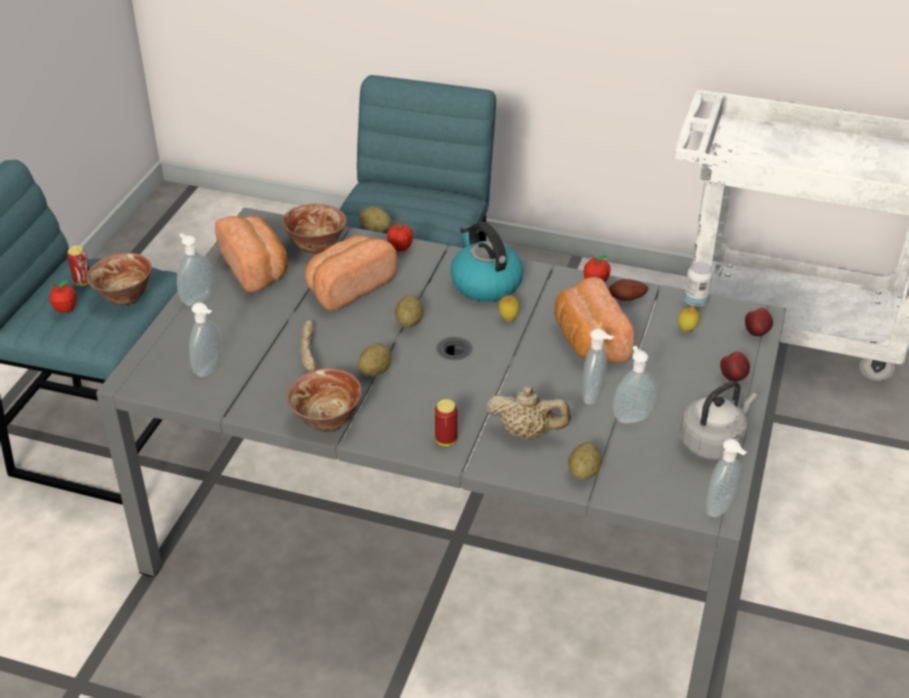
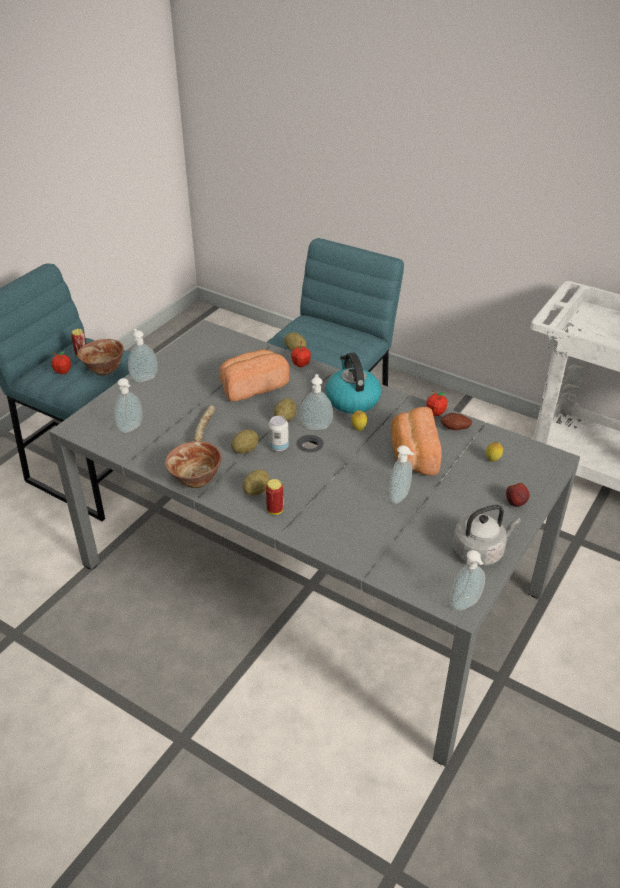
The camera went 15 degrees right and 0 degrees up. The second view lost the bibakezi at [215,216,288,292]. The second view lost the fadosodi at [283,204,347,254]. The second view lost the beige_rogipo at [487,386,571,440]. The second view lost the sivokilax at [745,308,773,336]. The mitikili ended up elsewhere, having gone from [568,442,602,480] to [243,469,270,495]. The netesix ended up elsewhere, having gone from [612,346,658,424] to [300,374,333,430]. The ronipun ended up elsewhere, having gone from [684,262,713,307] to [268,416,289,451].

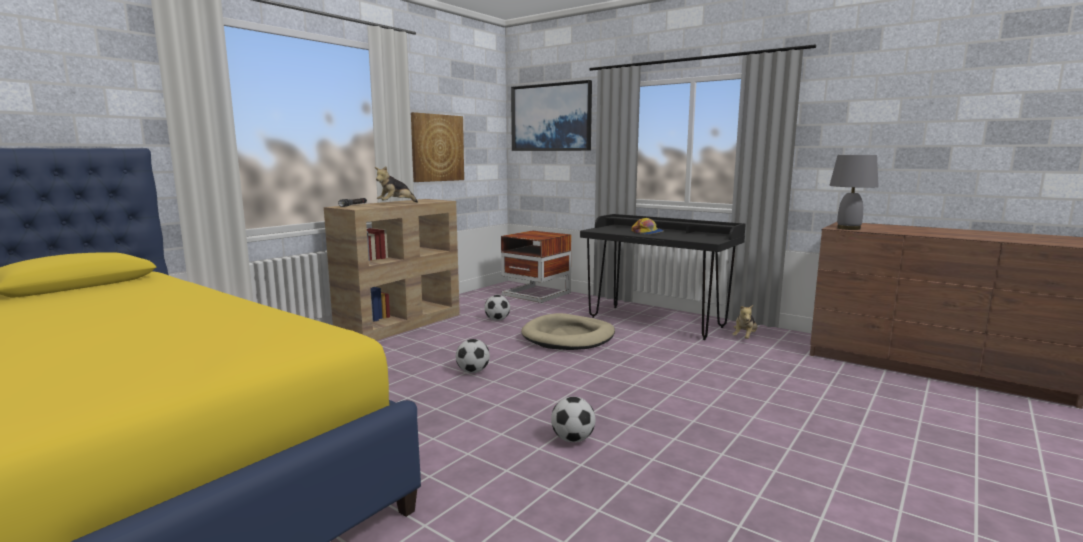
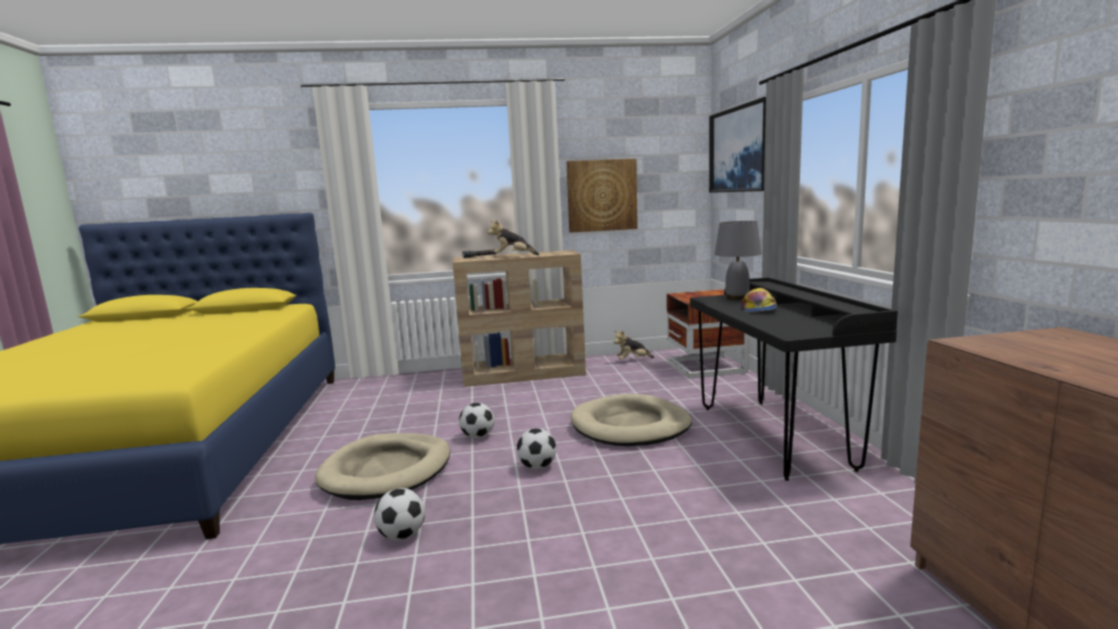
The camera went 45 degrees right and 0 degrees up. The second view gained the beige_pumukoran at [315,433,450,500]. The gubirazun ended up elsewhere, having gone from [484,295,510,321] to [517,428,556,469]. The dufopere ended up elsewhere, having gone from [732,305,757,339] to [614,331,654,360]. The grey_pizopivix ended up elsewhere, having gone from [829,155,879,230] to [715,221,762,300].

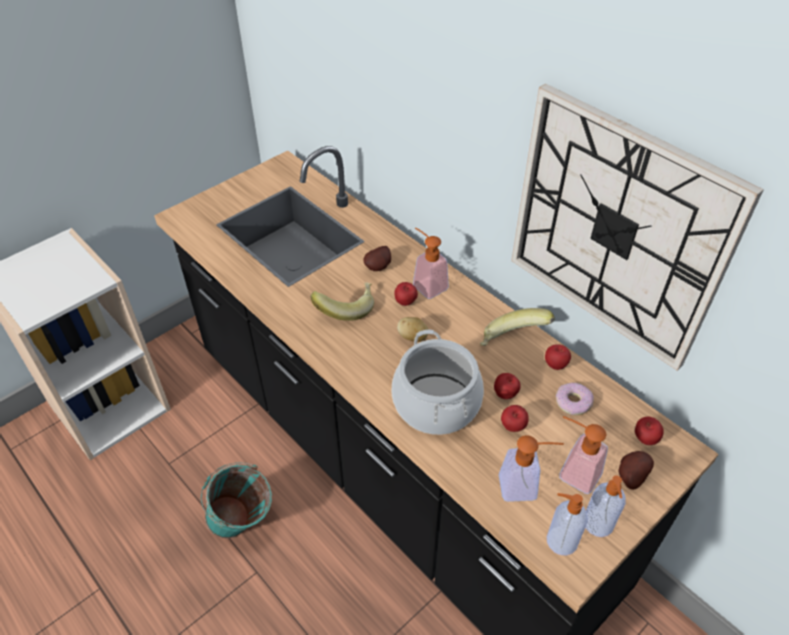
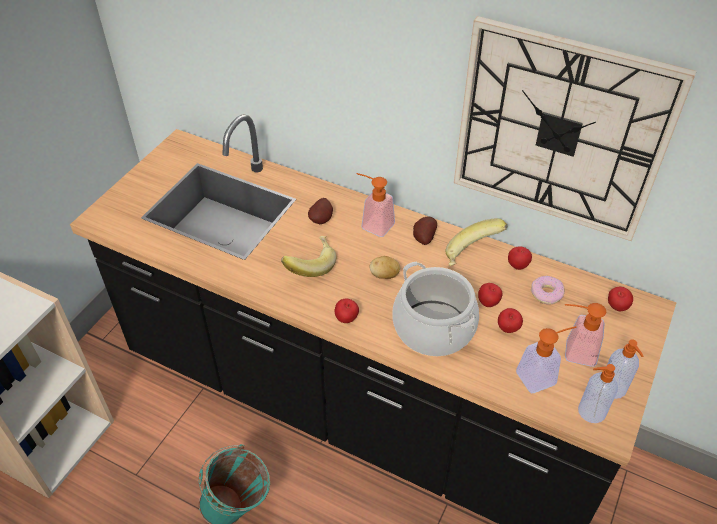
The camera went 20 degrees left and 0 degrees up. The sivokilax ended up elsewhere, having gone from [394,282,418,306] to [335,299,359,323]. The mitikili ended up elsewhere, having gone from [618,451,654,490] to [413,217,437,245].

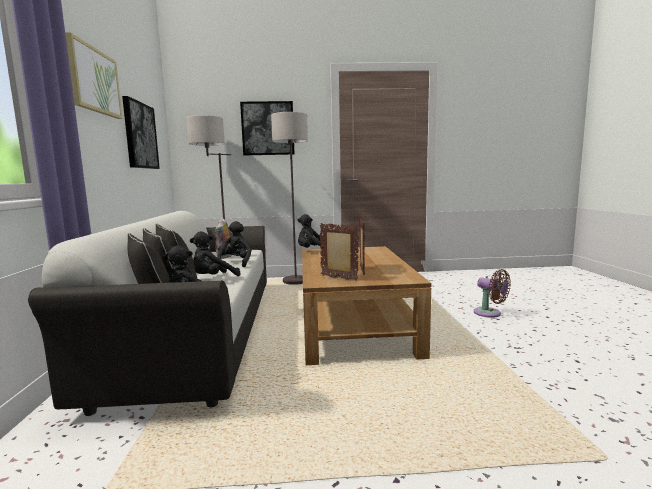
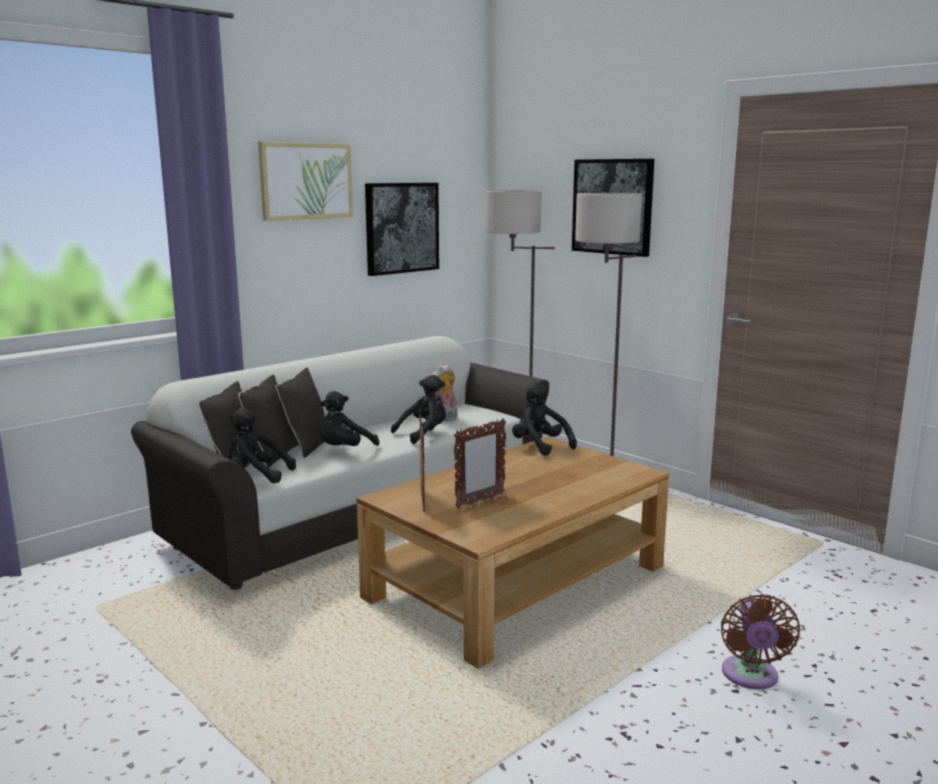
The camera went 50 degrees right and 5 degrees up. The black_dufopere at [190,231,241,276] ended up facing another way, 60 degrees counterclockwise from before.

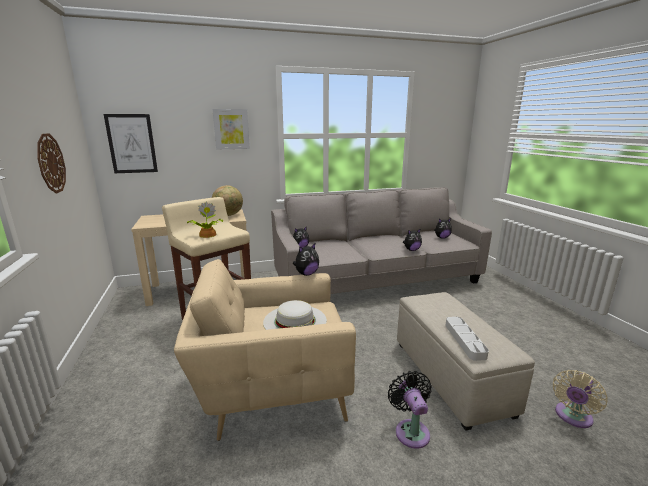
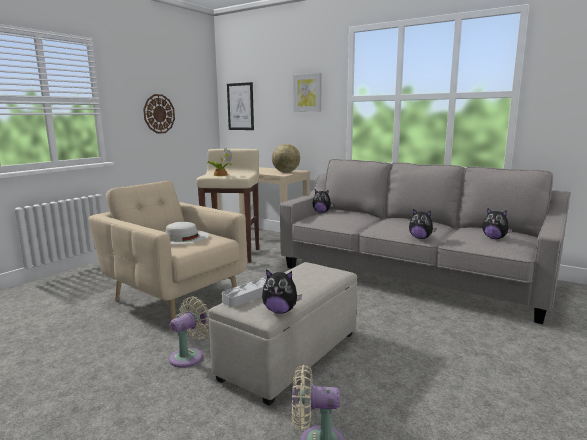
The camera went 50 degrees right and 5 degrees down. The dufopere ended up elsewhere, having gone from [293,243,319,276] to [262,269,302,314]. What was the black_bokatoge at [388,371,432,449] turned into the beige_bokatoge at [169,296,210,368].

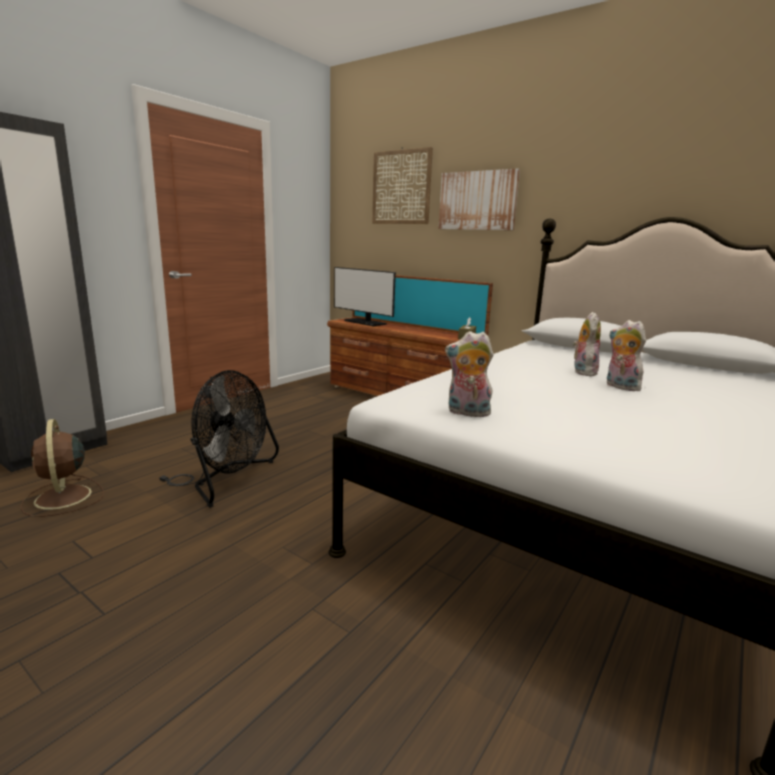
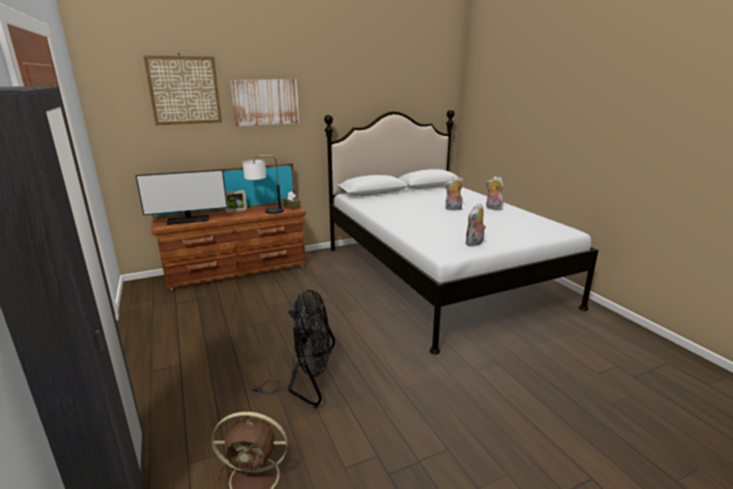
The camera went 60 degrees left and 5 degrees up. The second view gained the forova at [225,190,247,213]. The second view gained the pizopivix at [243,155,284,214]. The dufopere ended up elsewhere, having gone from [573,312,601,376] to [486,176,503,211]. The black_bokatoge at [160,370,279,508] ended up facing another way, 45 degrees clockwise from before.

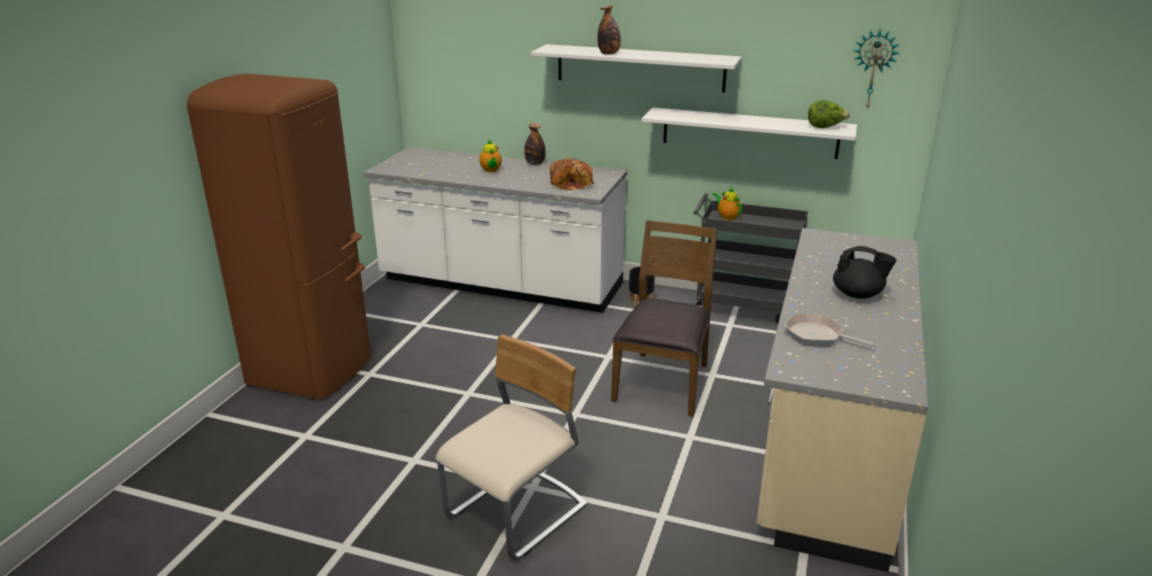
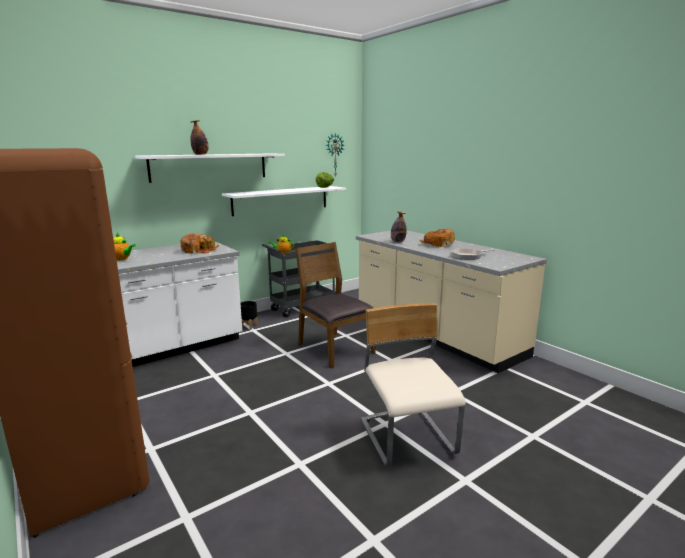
The camera went 55 degrees left and 10 degrees down. The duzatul ended up elsewhere, having gone from [524,123,545,165] to [391,211,407,242]. Where the black_rogipo stood at [833,246,897,299], the bibakezi came to stand at [420,229,455,247].

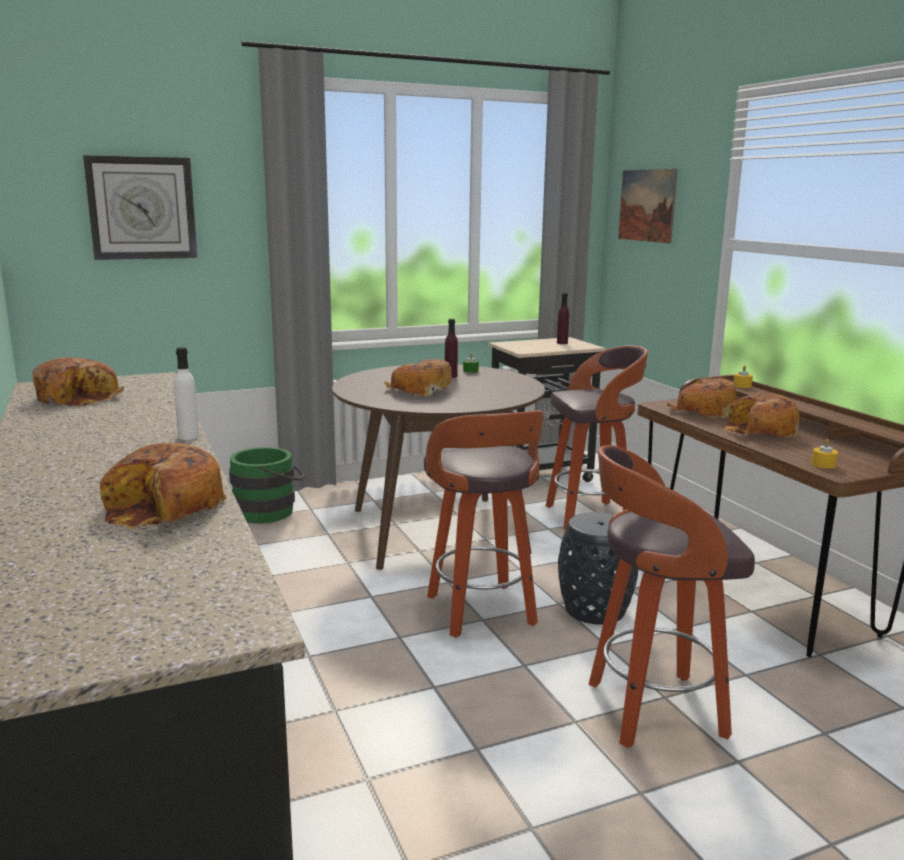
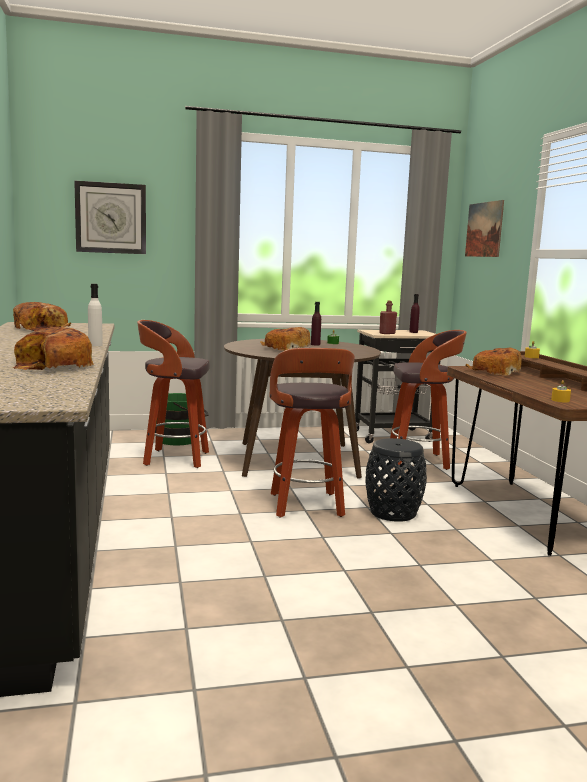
The camera went 10 degrees right and 5 degrees down. The second view lost the bibakezi at [722,393,799,438]. The second view gained the red_duzatul at [379,301,397,334]. The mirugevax ended up elsewhere, having gone from [588,445,755,748] to [137,320,210,468].

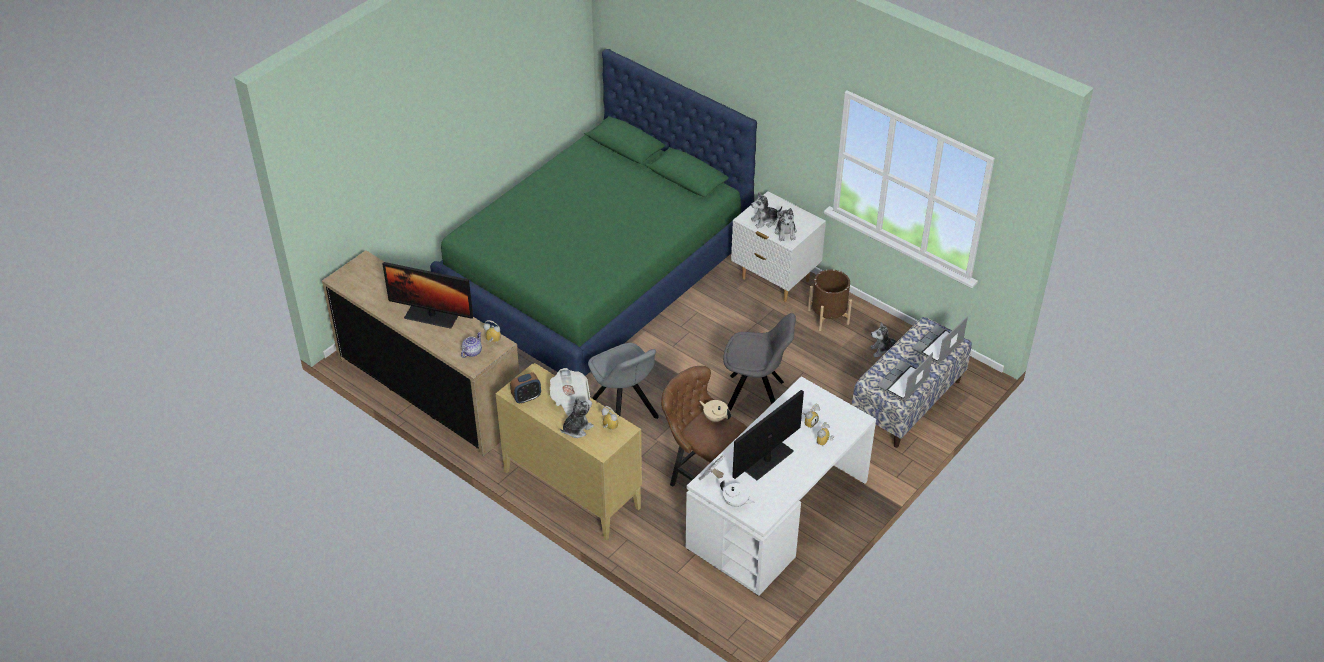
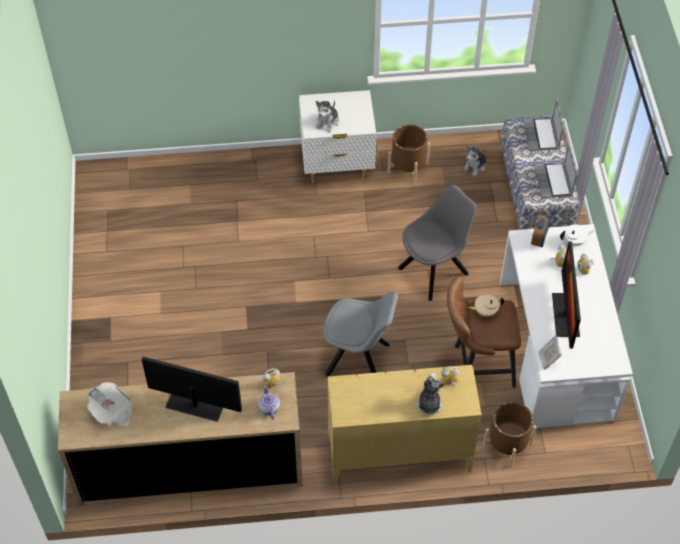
The camera went 45 degrees left and 10 degrees up. The second view lost the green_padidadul at [430,49,757,376]. The second view lost the dufopere at [775,208,797,241]. The second view gained the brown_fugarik at [483,402,537,468]. The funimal ended up elsewhere, having gone from [510,372,541,404] to [531,216,550,247]. The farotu ended up elsewhere, having gone from [550,368,590,416] to [87,382,133,427]. The white_rogipo ended up elsewhere, having gone from [720,481,754,507] to [560,224,594,246]. The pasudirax at [382,262,473,329] ended up facing another way, 135 degrees counterclockwise from before.

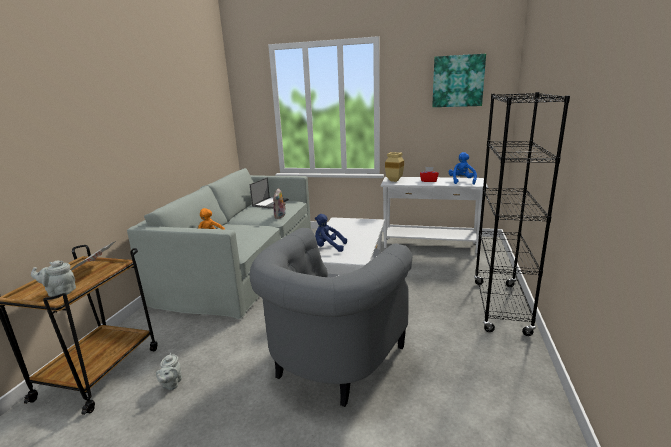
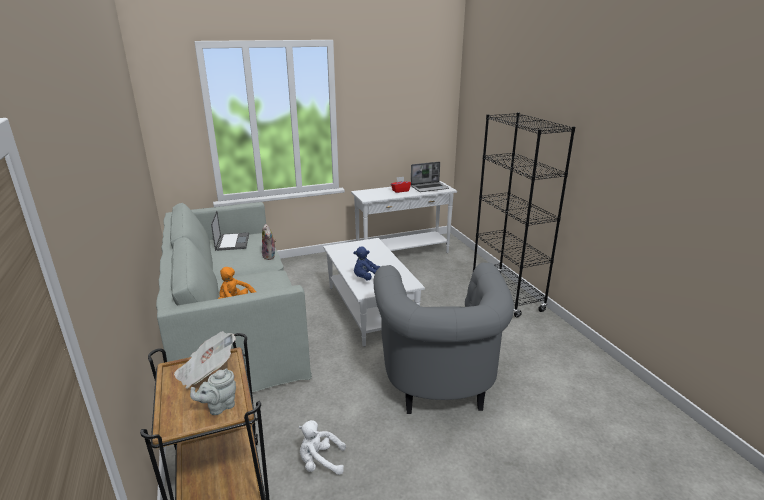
The camera went 35 degrees left and 5 degrees up. The second view lost the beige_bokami at [385,152,404,182]. The second view lost the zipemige at [432,54,486,107]. Where the grey_rogipo stood at [156,353,182,390], the white_dufopere came to stand at [299,420,346,475]. Where the blue_dufopere stood at [449,152,477,185], the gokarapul came to stand at [411,162,449,192].

